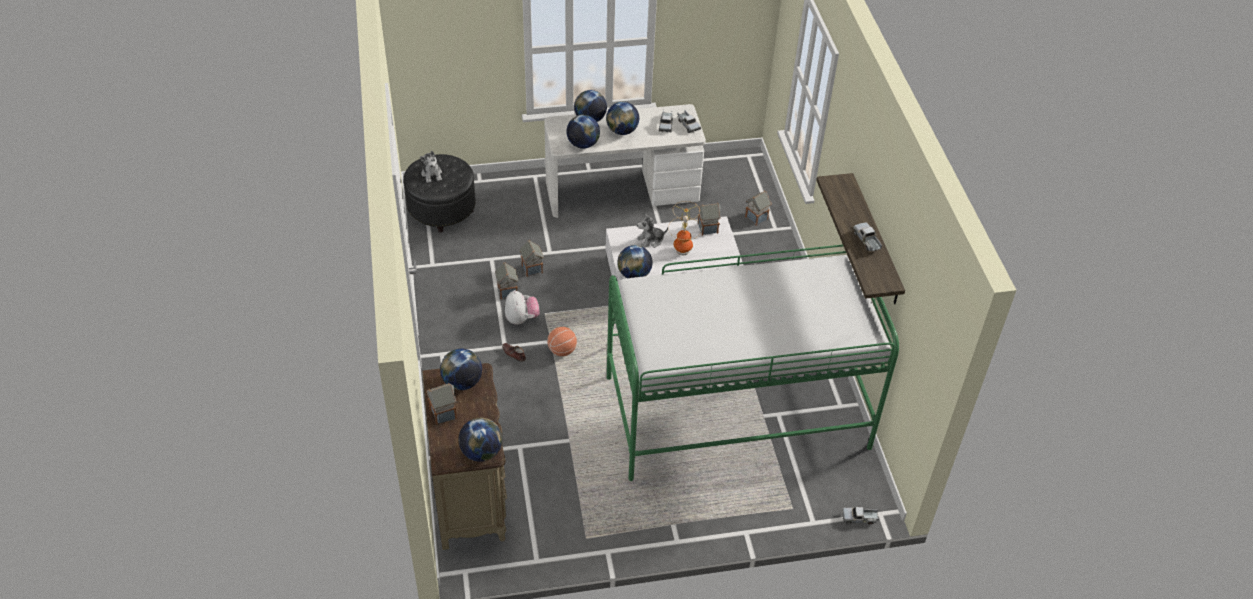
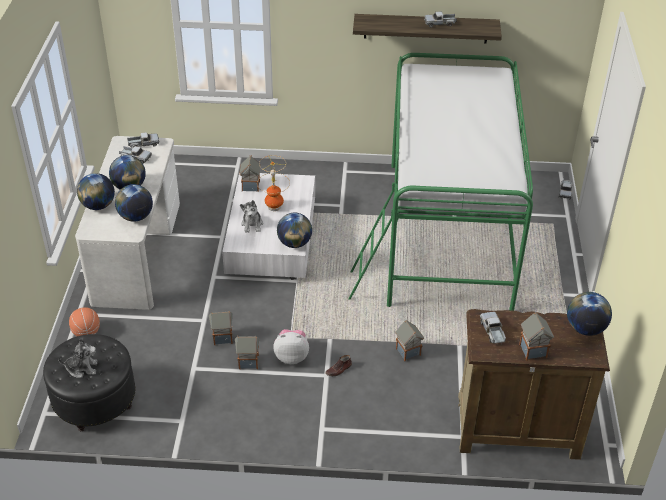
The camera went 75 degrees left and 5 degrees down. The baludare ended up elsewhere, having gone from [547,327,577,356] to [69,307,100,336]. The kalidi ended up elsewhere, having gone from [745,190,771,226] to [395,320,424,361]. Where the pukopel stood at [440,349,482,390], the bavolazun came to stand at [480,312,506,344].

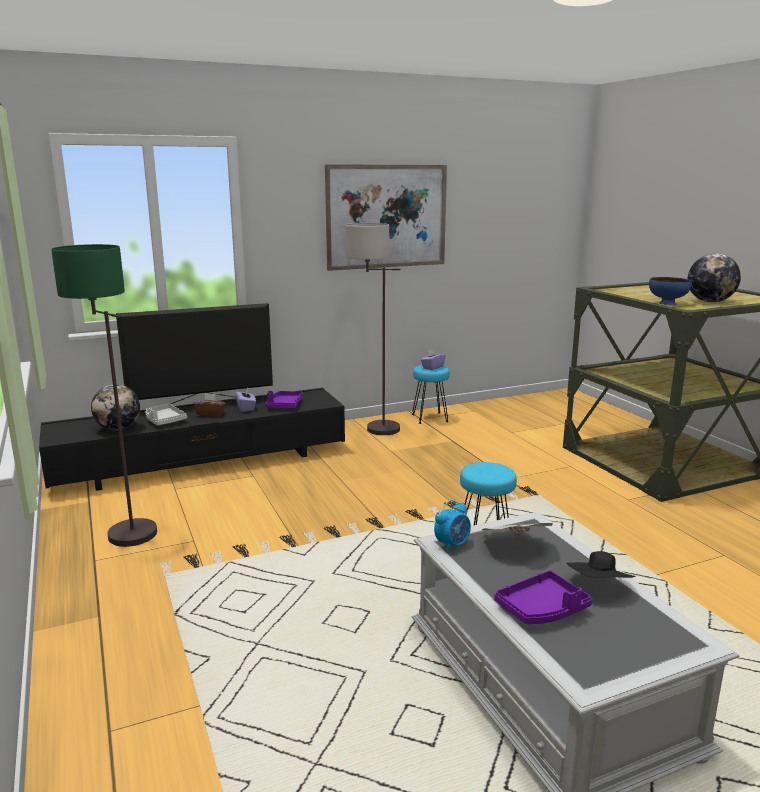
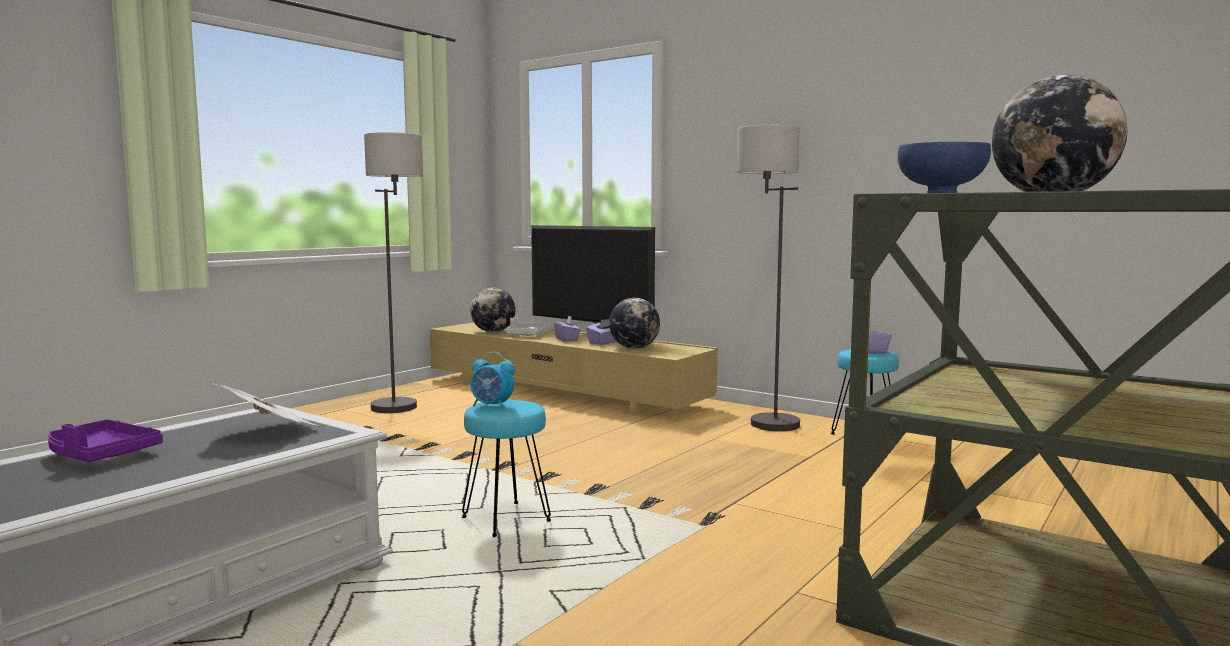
The camera went 60 degrees right and 10 degrees down. The second view lost the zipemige at [325,164,447,271]. The second view lost the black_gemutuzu at [567,551,636,578]. The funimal ended up elsewhere, having gone from [434,500,471,552] to [471,352,515,409]. Where the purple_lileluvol stood at [265,391,303,408], the pukopel came to stand at [609,298,660,349]. What was the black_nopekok at [39,388,345,491] turned into the beige_nopekok at [430,322,718,416]. What was the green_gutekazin at [51,244,157,547] turned into the grey_gutekazin at [364,132,423,413]. What was the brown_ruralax at [193,393,225,417] turned into the purple_ruralax at [554,316,581,342].

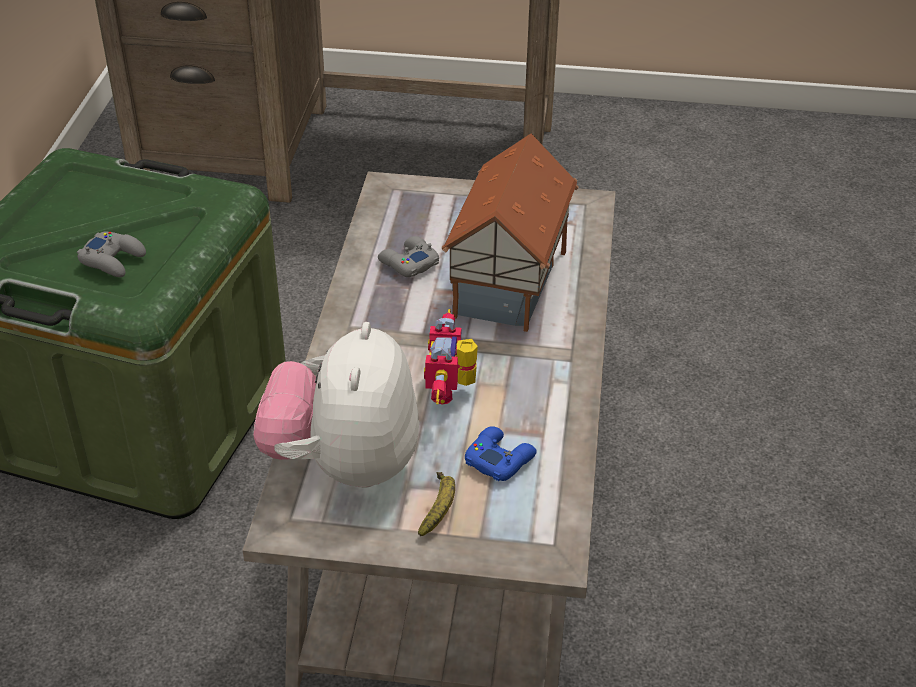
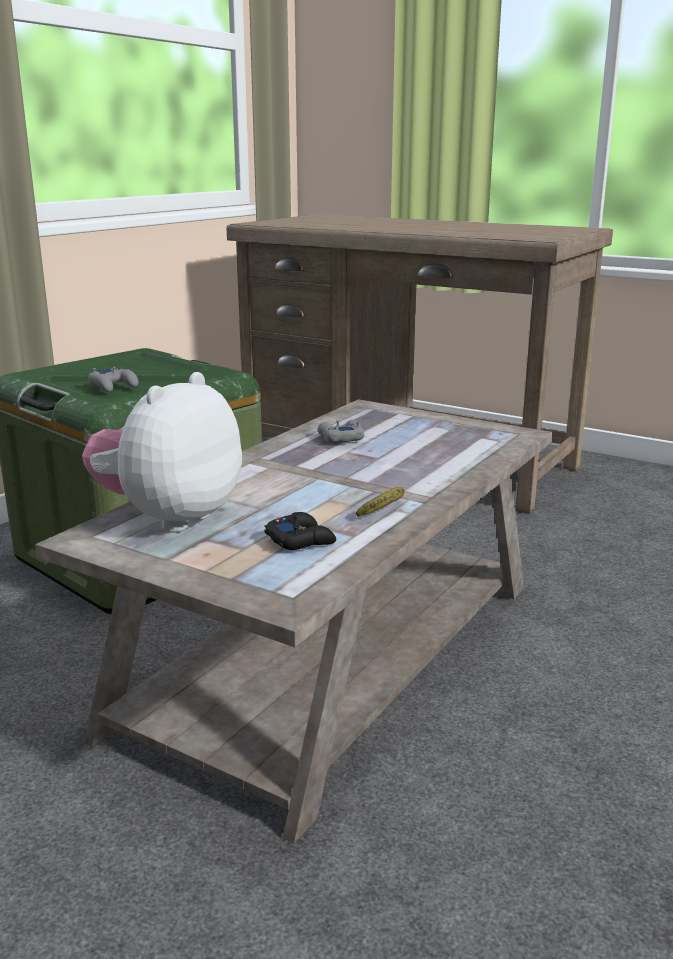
The camera went 25 degrees right and 20 degrees down. The second view lost the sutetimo at [424,309,478,405]. The second view lost the kalidi at [442,133,579,332]. The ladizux ended up elsewhere, having gone from [418,472,455,536] to [356,487,405,517]. What was the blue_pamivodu at [465,426,537,481] turned into the black_pamivodu at [264,512,336,550].

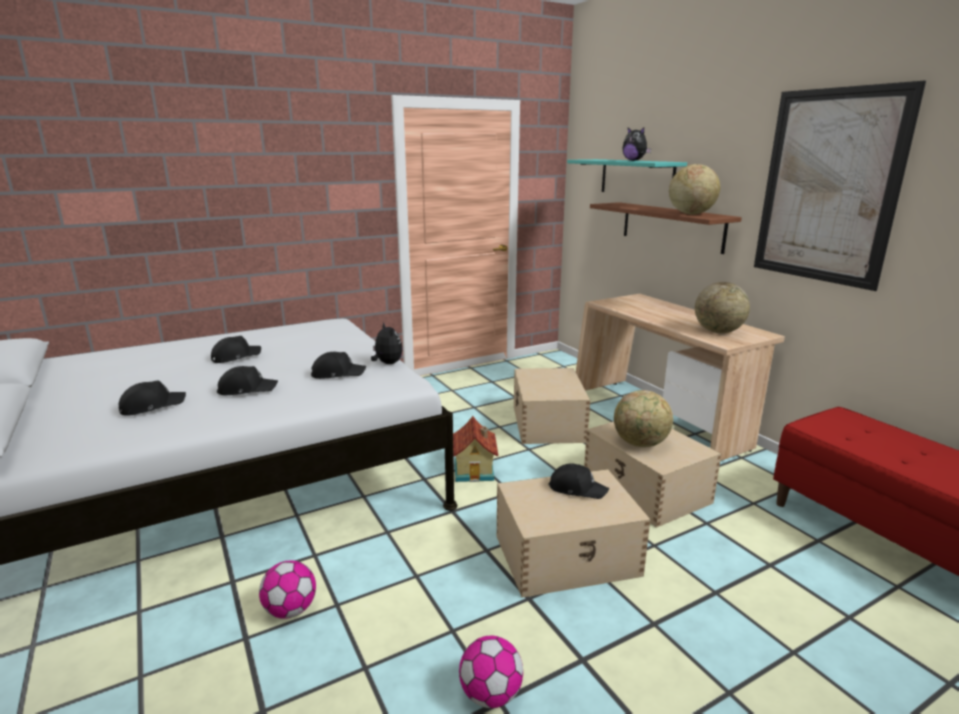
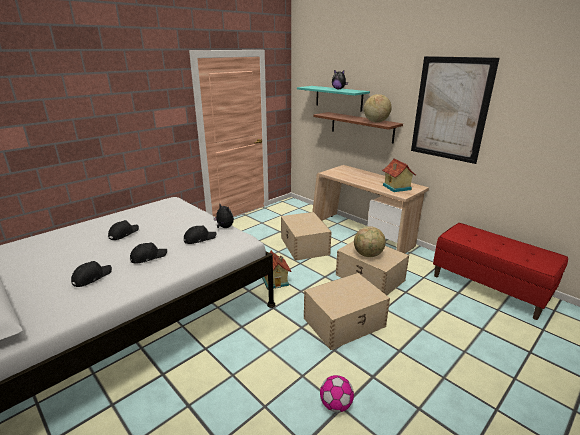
The camera went 15 degrees left and 5 degrees up. The second view lost the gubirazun at [259,560,316,619]. The second view lost the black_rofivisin at [549,463,609,499]. Where the pukopel stood at [695,282,750,333], the kalidi came to stand at [382,159,416,192].

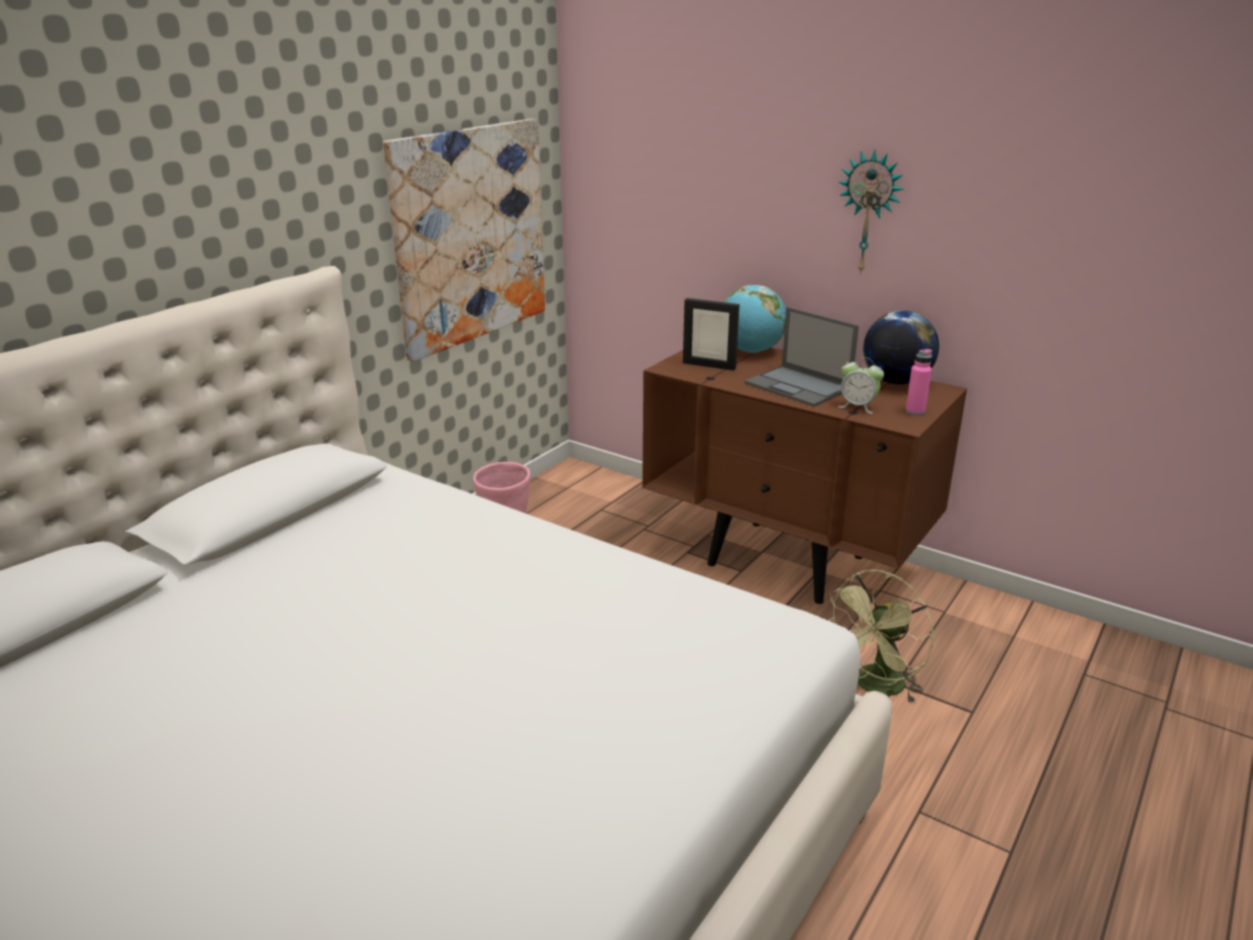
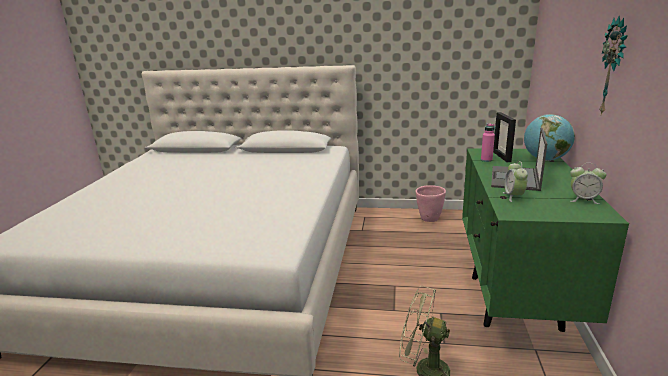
The camera went 65 degrees right and 5 degrees down. The second view lost the zipemige at [383,119,545,362]. The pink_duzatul ended up elsewhere, having gone from [905,349,932,416] to [481,123,495,162]. Where the pukopel stood at [863,310,939,385], the funimal came to stand at [570,163,606,204]. What was the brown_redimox at [642,347,967,604] turned into the green_redimox at [462,149,629,332].

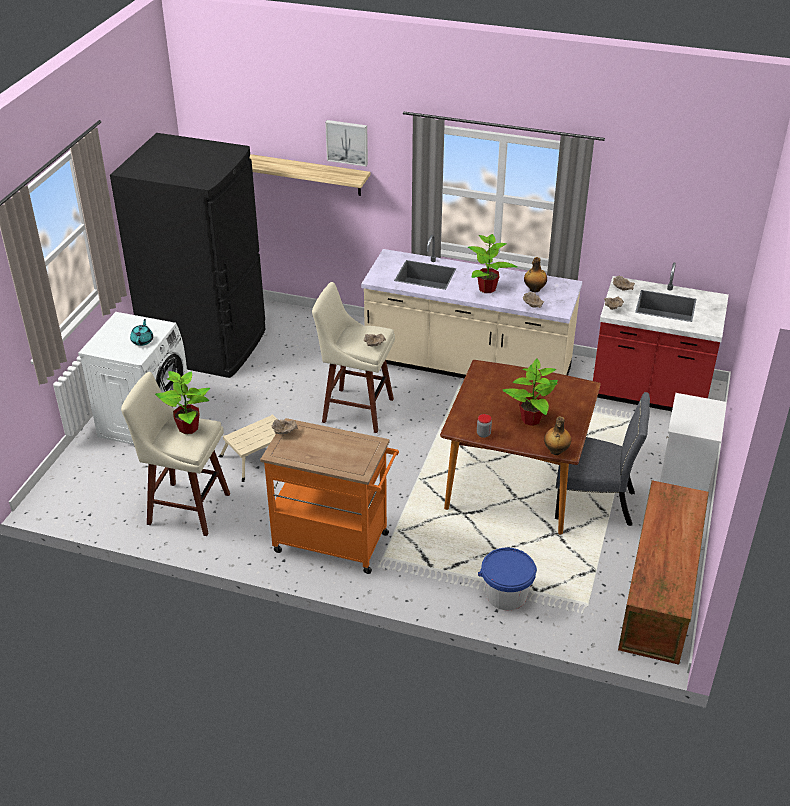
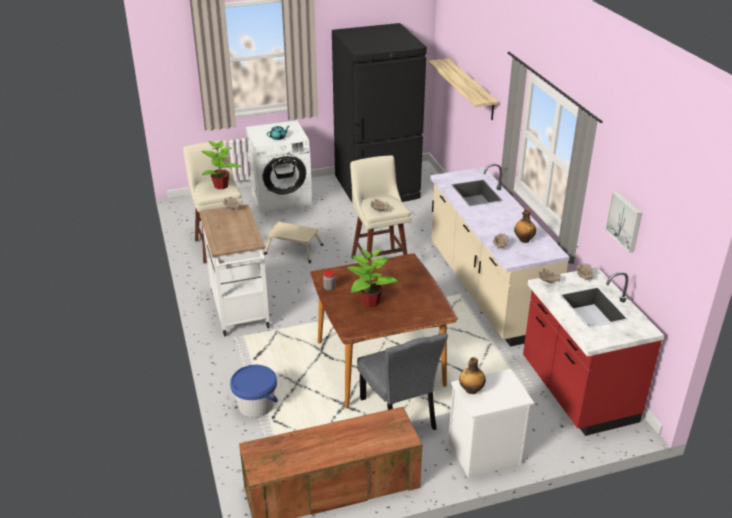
The camera went 55 degrees right and 5 degrees down. The second view lost the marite at [468,234,517,293]. The zipemige ended up elsewhere, having gone from [325,120,368,167] to [605,191,642,253]. The duzatul ended up elsewhere, having gone from [544,417,571,455] to [459,357,486,394]. What was the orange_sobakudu at [260,418,399,574] turned into the white_sobakudu at [199,204,269,337].

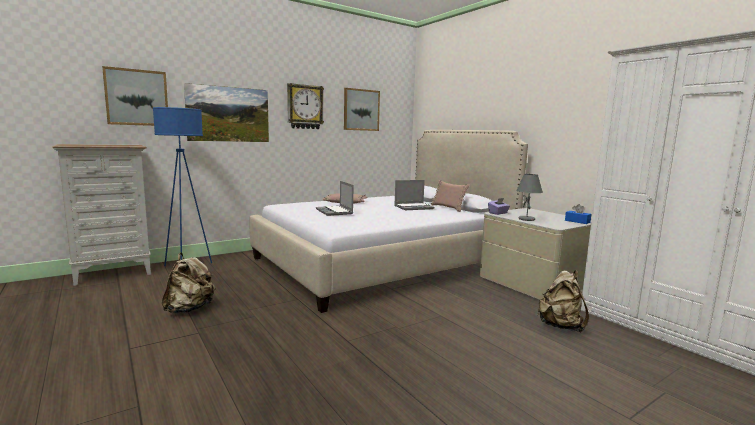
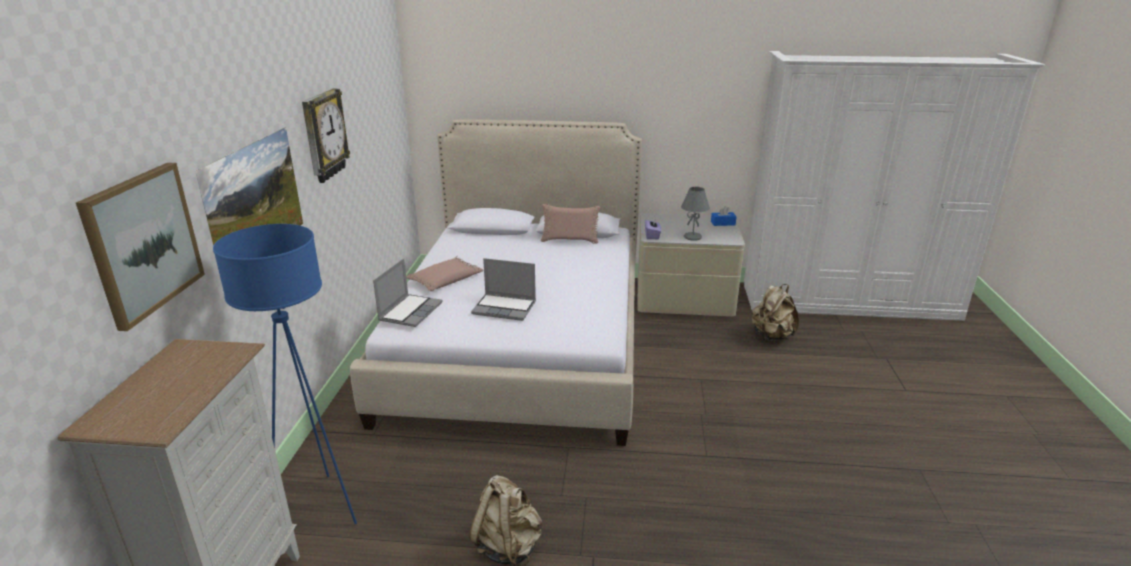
The camera went 50 degrees left and 15 degrees up. The second view lost the zipemige at [344,88,380,131]. The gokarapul ended up elsewhere, having gone from [394,180,435,210] to [373,259,443,327].

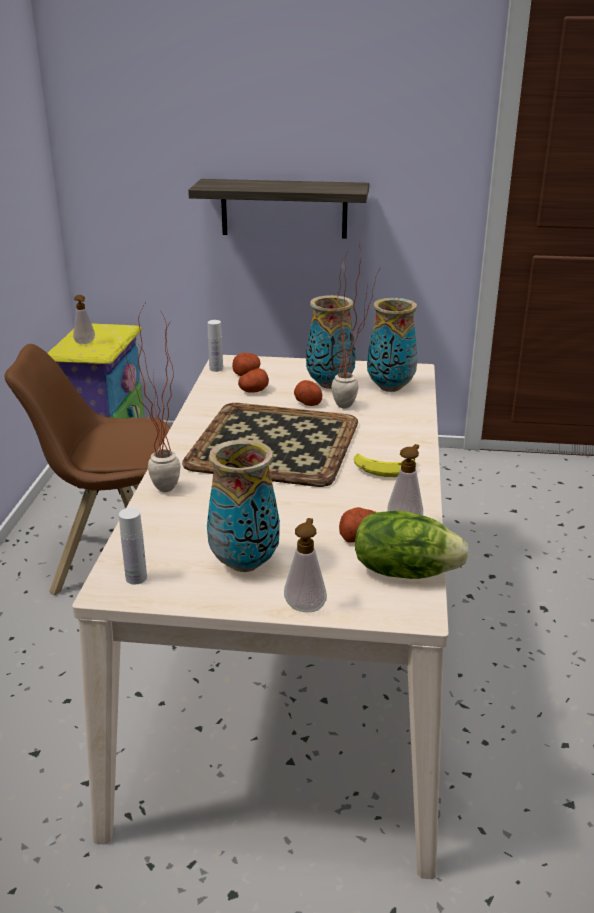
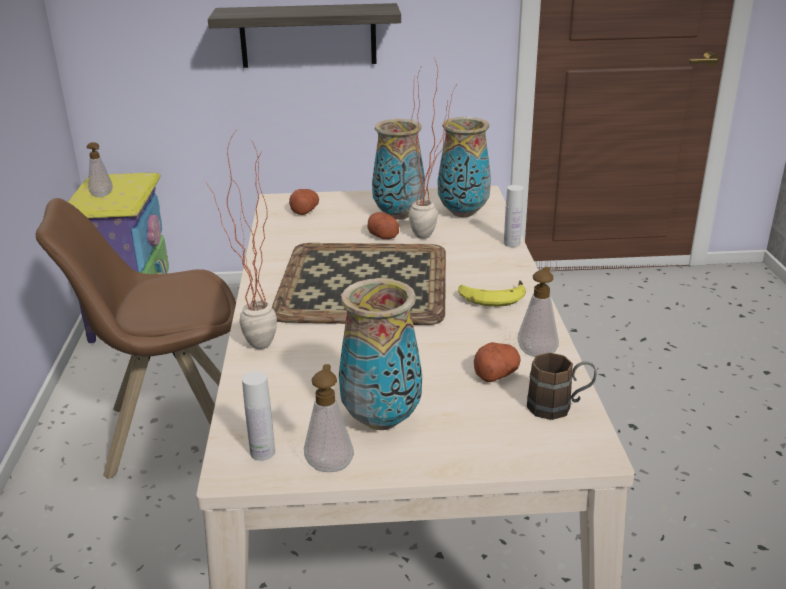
The camera went 10 degrees left and 0 degrees up. The second view lost the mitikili at [238,368,269,393]. The white_duzatul ended up elsewhere, having gone from [207,320,223,372] to [504,185,523,247]. The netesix ended up elsewhere, having gone from [284,518,327,612] to [304,364,354,472]. Where the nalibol stood at [355,511,469,579], the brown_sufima came to stand at [527,353,597,420].

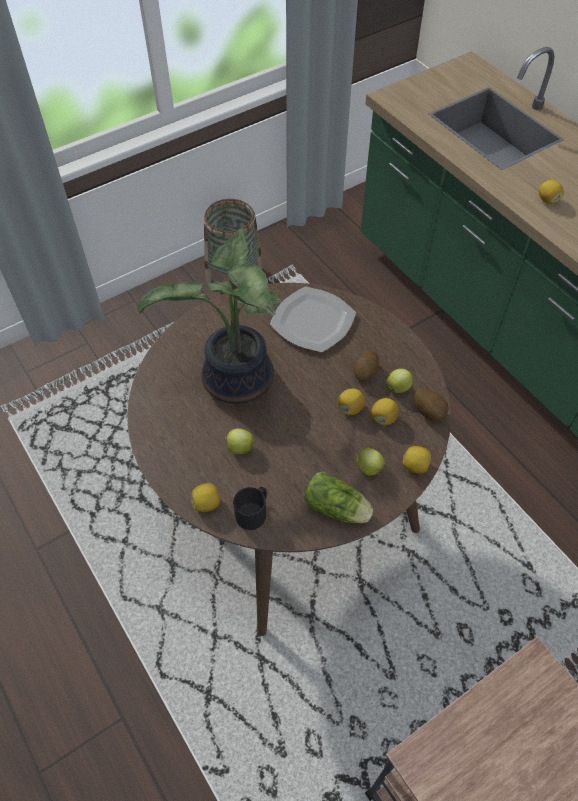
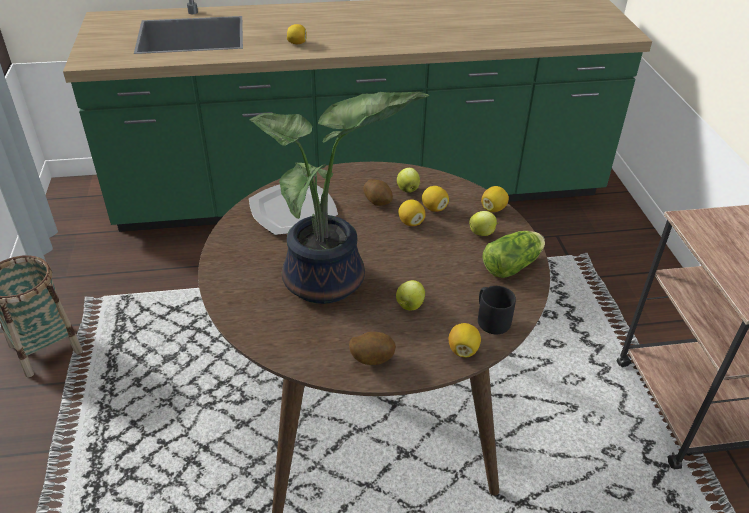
The camera went 65 degrees left and 15 degrees down. The mitikili ended up elsewhere, having gone from [414,387,449,422] to [349,332,396,365].

